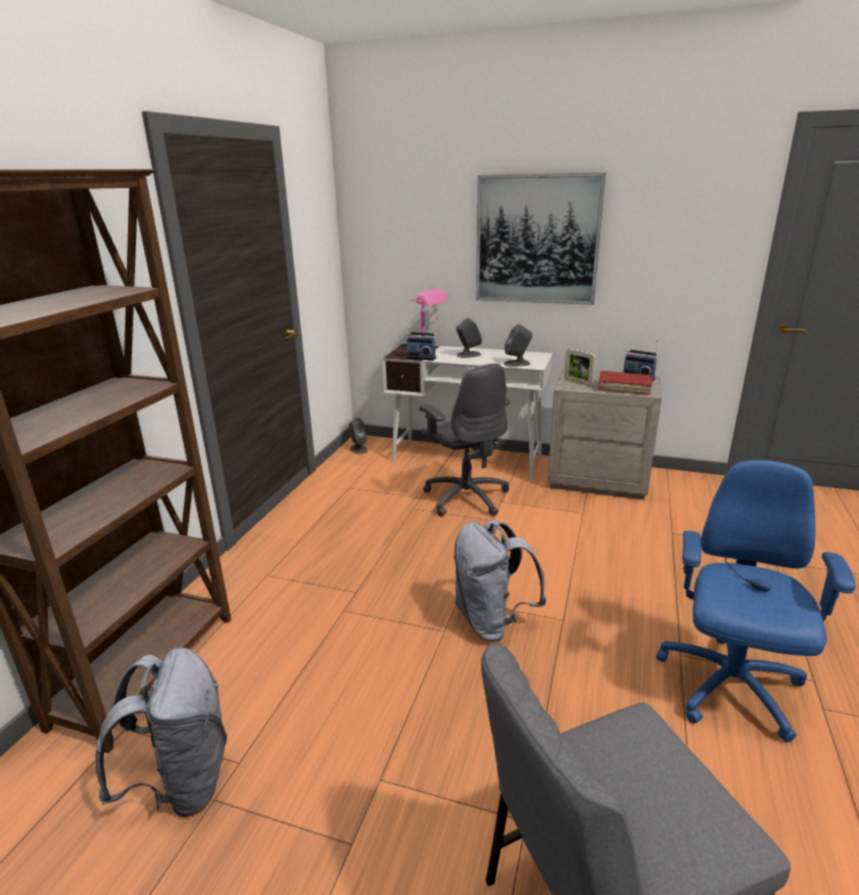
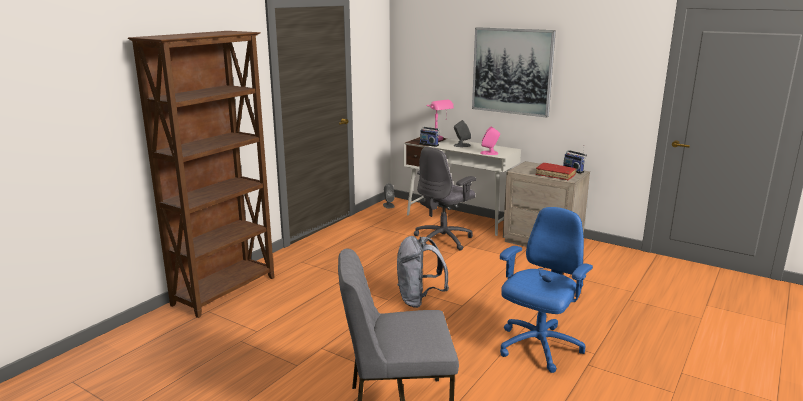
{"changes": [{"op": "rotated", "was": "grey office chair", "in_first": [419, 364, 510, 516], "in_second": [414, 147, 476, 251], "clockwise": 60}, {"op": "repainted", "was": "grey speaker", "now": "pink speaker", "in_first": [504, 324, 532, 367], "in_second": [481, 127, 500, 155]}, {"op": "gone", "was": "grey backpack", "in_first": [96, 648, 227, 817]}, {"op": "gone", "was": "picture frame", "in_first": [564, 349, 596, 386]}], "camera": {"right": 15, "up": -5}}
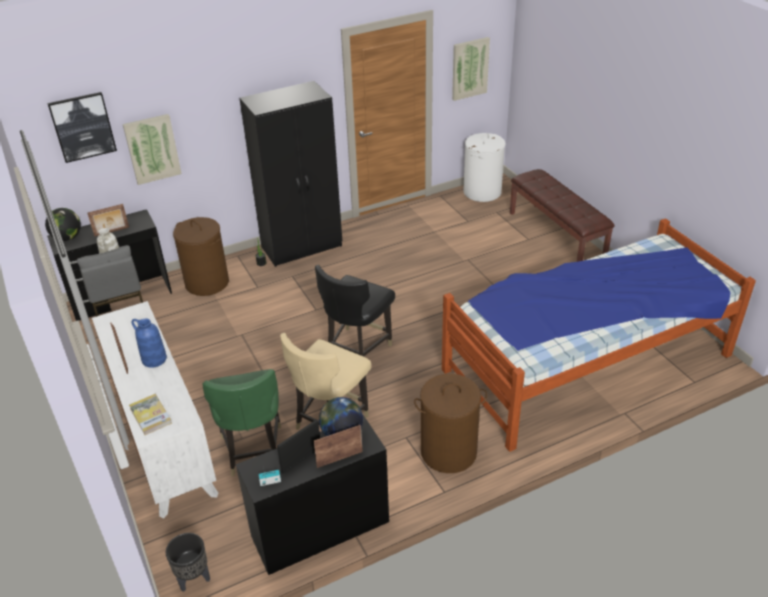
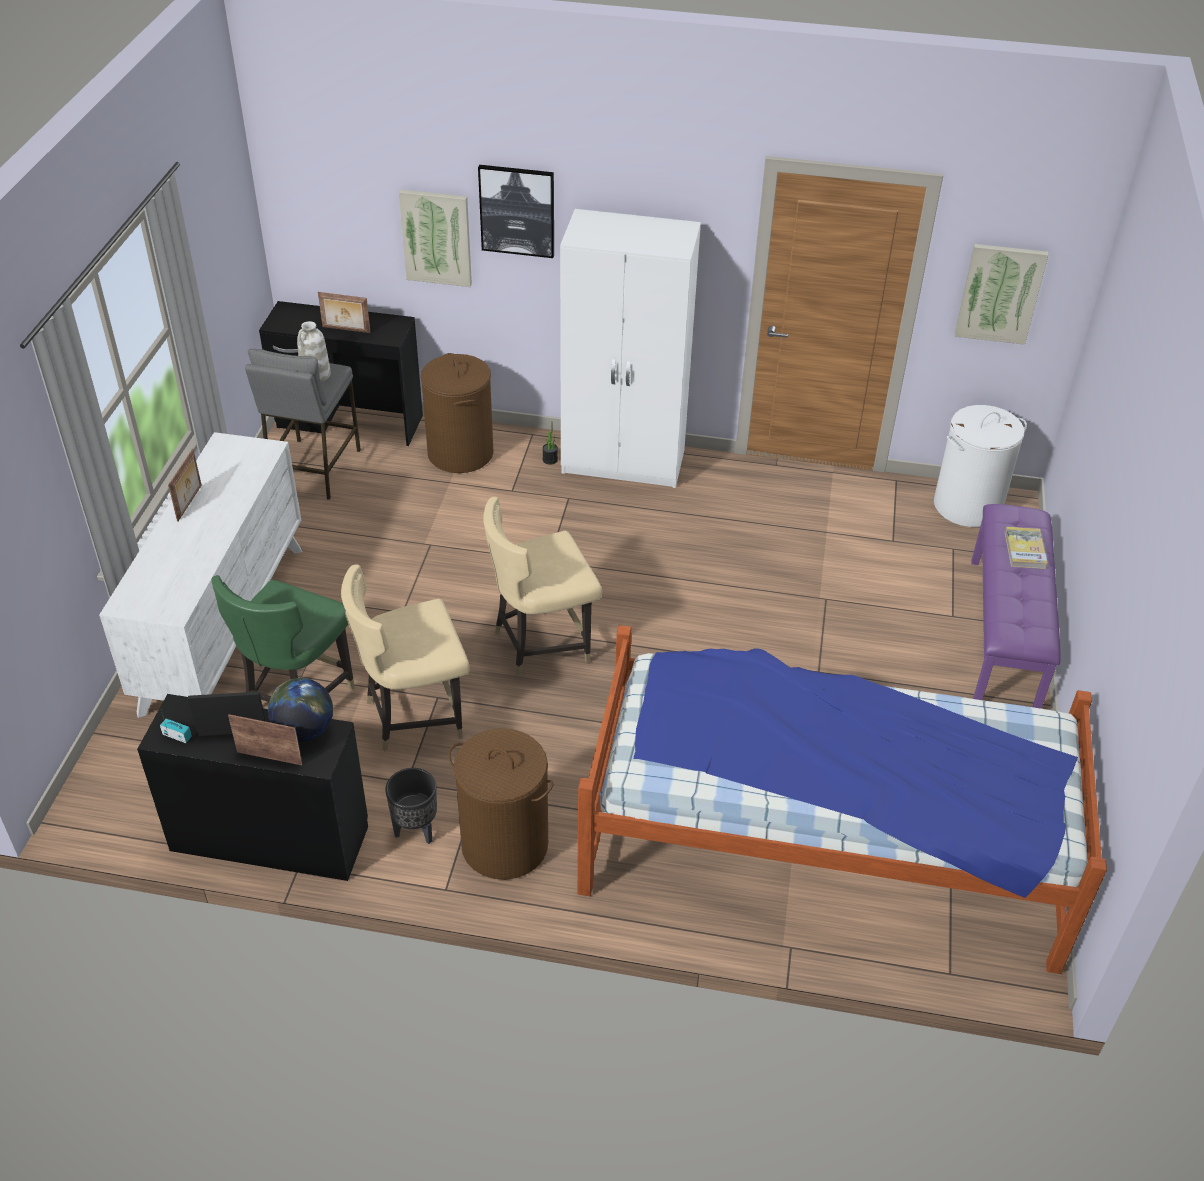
{"changes": [{"op": "shifted", "was": "black planter", "in_first": [166, 533, 210, 592], "in_second": [385, 768, 437, 844]}, {"op": "shifted", "was": "picture", "in_first": [47, 92, 117, 163], "in_second": [478, 165, 554, 258]}, {"op": "repainted", "was": "black chair", "now": "beige chair", "in_first": [315, 265, 395, 357], "in_second": [483, 497, 602, 677]}, {"op": "repainted", "was": "black wardrobe", "now": "white wardrobe", "in_first": [239, 81, 342, 267], "in_second": [560, 209, 701, 488]}, {"op": "repainted", "was": "brown bench", "now": "purple bench", "in_first": [510, 169, 614, 262], "in_second": [971, 504, 1060, 709]}, {"op": "shifted", "was": "book", "in_first": [129, 394, 172, 435], "in_second": [1005, 527, 1048, 569]}, {"op": "gone", "was": "globe", "in_first": [45, 208, 81, 241]}, {"op": "gone", "was": "blue vase", "in_first": [132, 319, 167, 368]}], "camera": {"right": 35, "up": 5}}
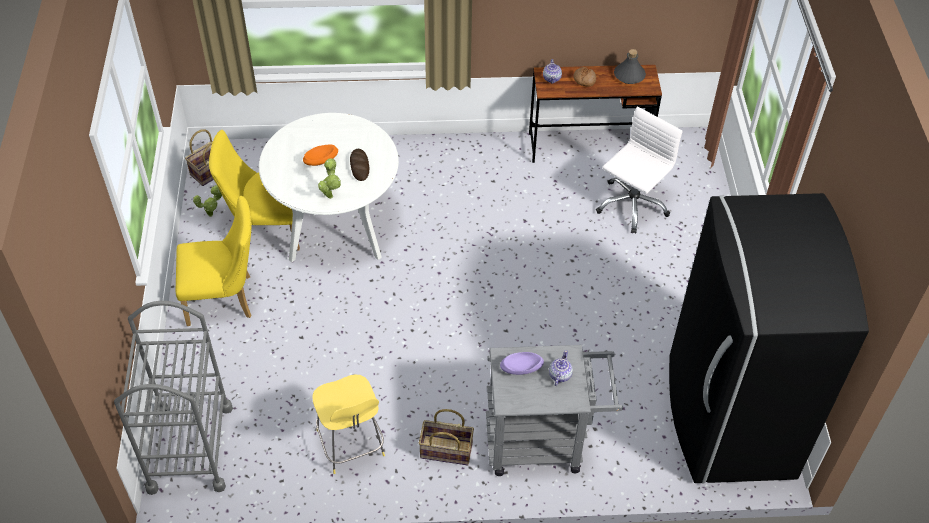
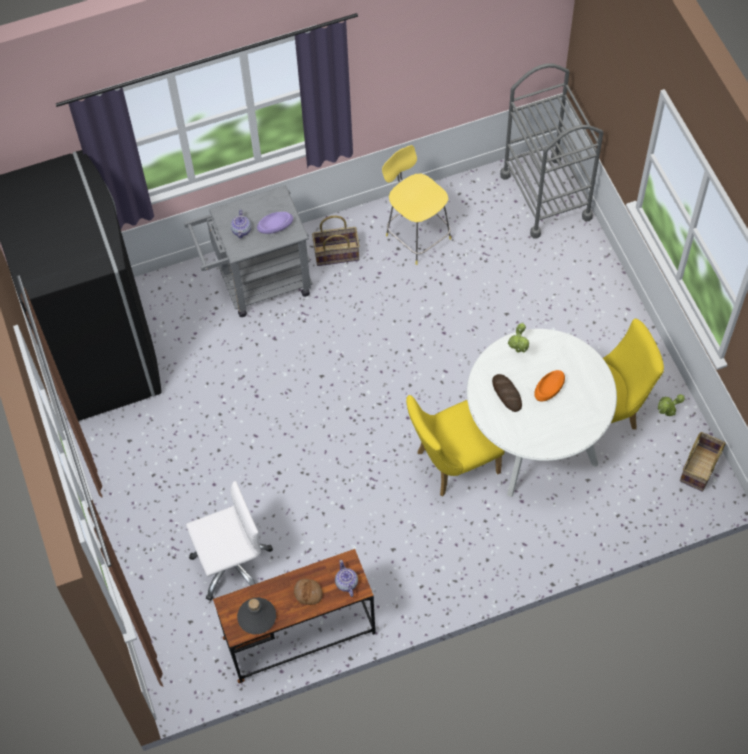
{"changes": [{"op": "rotated", "was": "white office chair", "in_first": [596, 107, 683, 233], "in_second": [186, 481, 273, 601], "clockwise": -135}, {"op": "shifted", "was": "yellow chair", "in_first": [176, 196, 251, 326], "in_second": [406, 395, 505, 497]}], "camera": {"right": 165, "up": 10}}
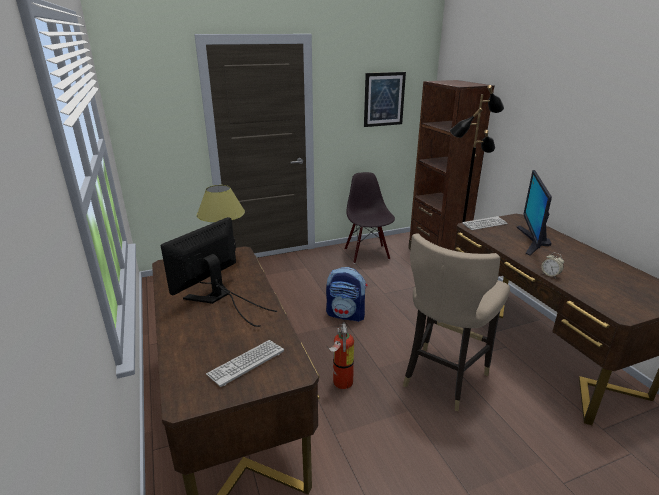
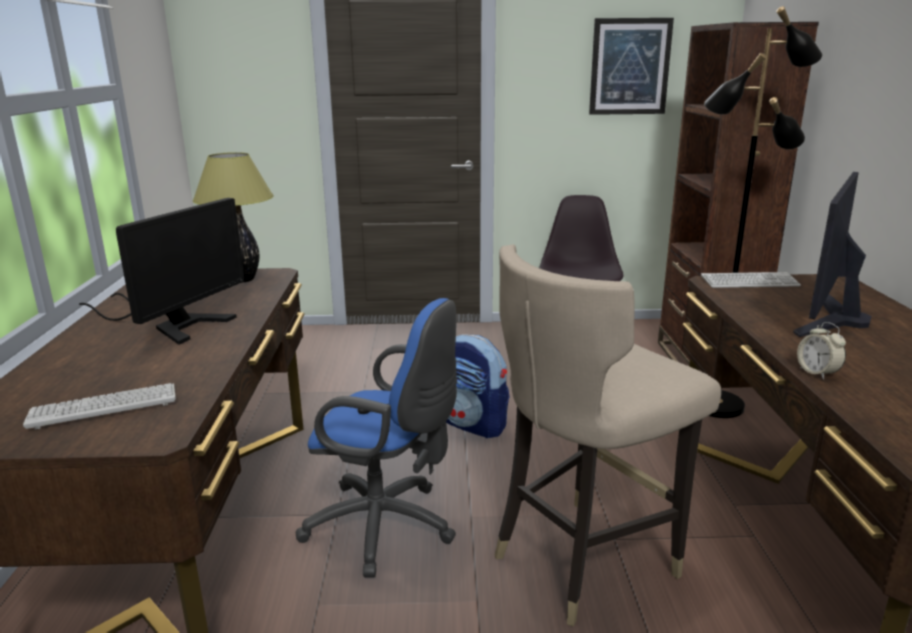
{"changes": [{"op": "rotated", "was": "monitor", "in_first": [161, 217, 277, 327], "in_second": [79, 198, 245, 345], "clockwise": 150}, {"op": "swapped", "was": "fire extinguisher", "now": "blue office chair", "in_first": [326, 322, 354, 389], "in_second": [296, 298, 457, 578]}], "camera": {"right": 20, "up": -5}}
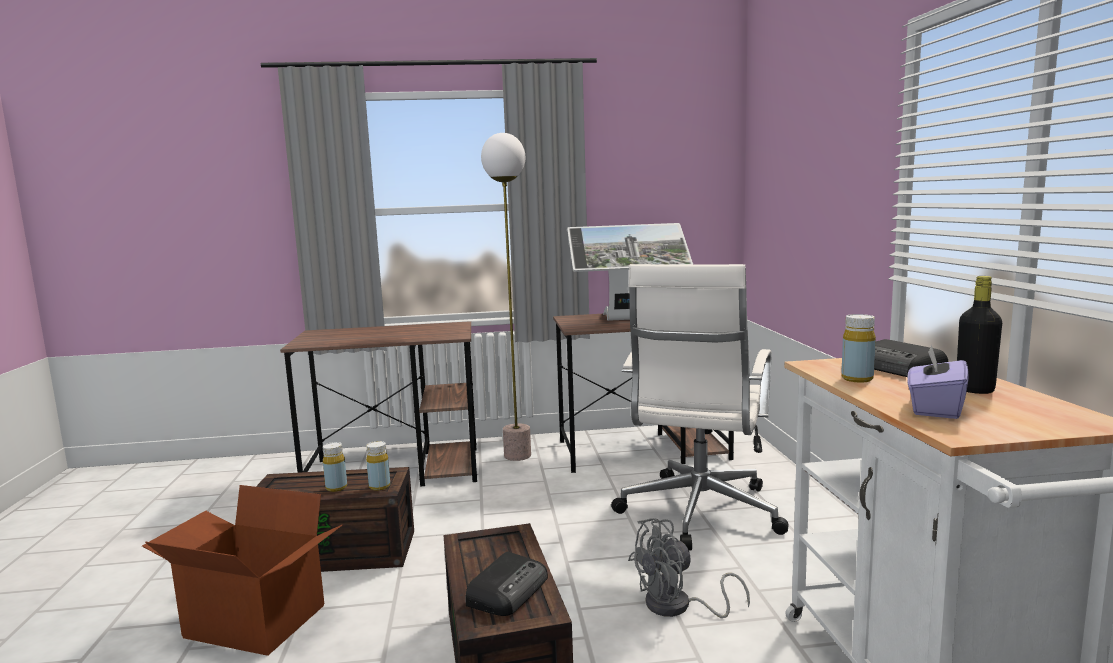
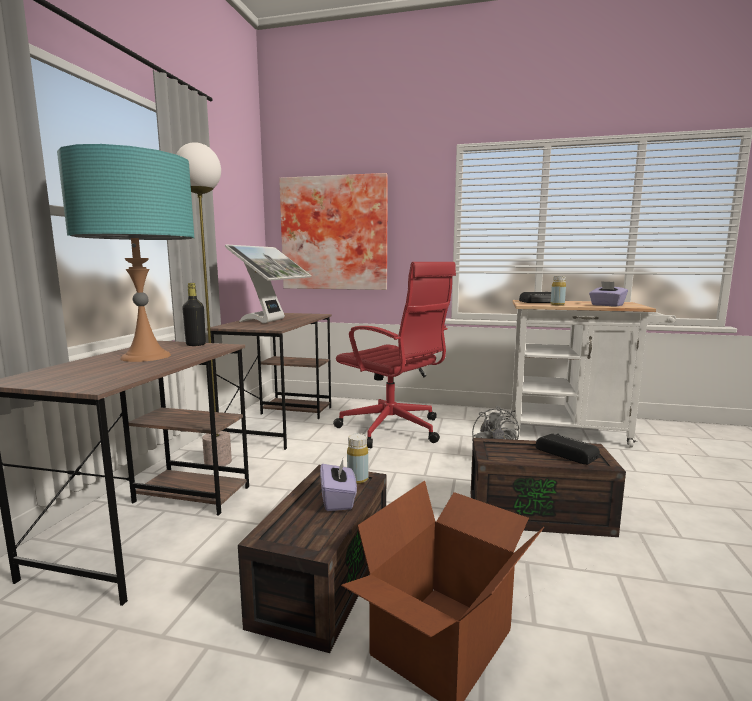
{"changes": [{"op": "new", "now": "turquoise table lamp", "in_second": [57, 144, 194, 362]}, {"op": "shifted", "was": "black bottle", "in_first": [957, 276, 1002, 394], "in_second": [182, 283, 206, 346]}, {"op": "new", "now": "picture", "in_second": [279, 173, 388, 290]}, {"op": "swapped", "was": "yellow bottle", "now": "purple tissue box", "in_first": [323, 442, 347, 492], "in_second": [320, 459, 357, 511]}, {"op": "repainted", "was": "white office chair", "now": "red office chair", "in_first": [611, 264, 789, 550], "in_second": [333, 262, 456, 448]}], "camera": {"right": -70, "up": 0}}
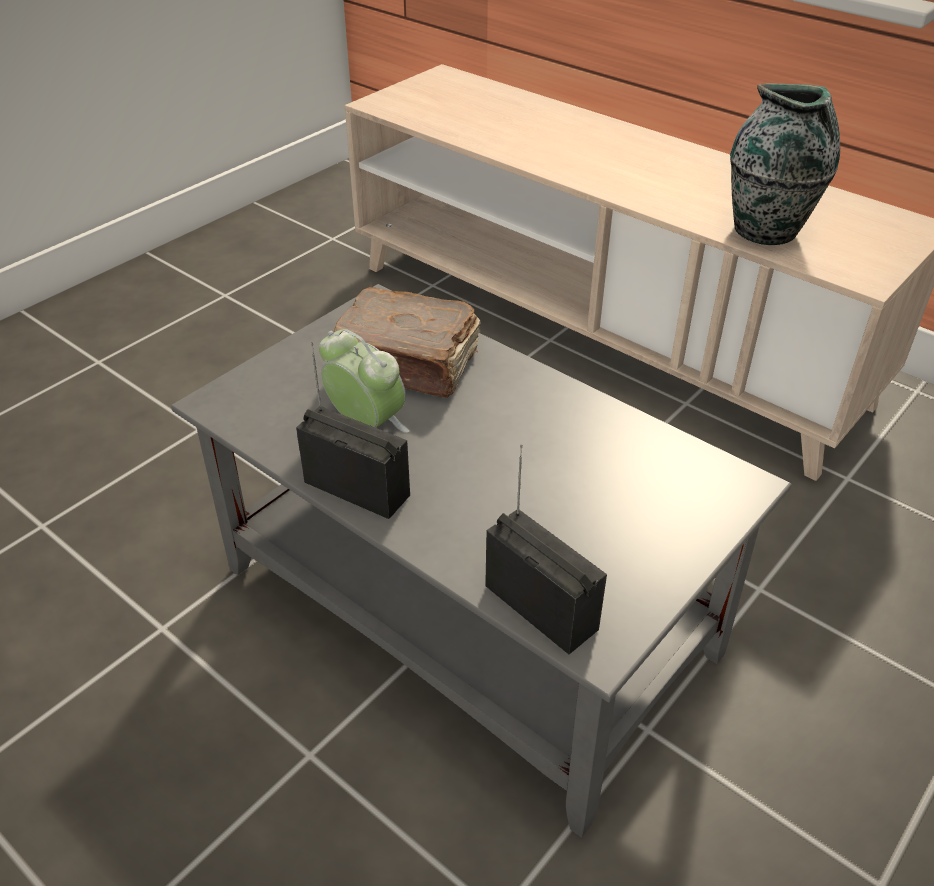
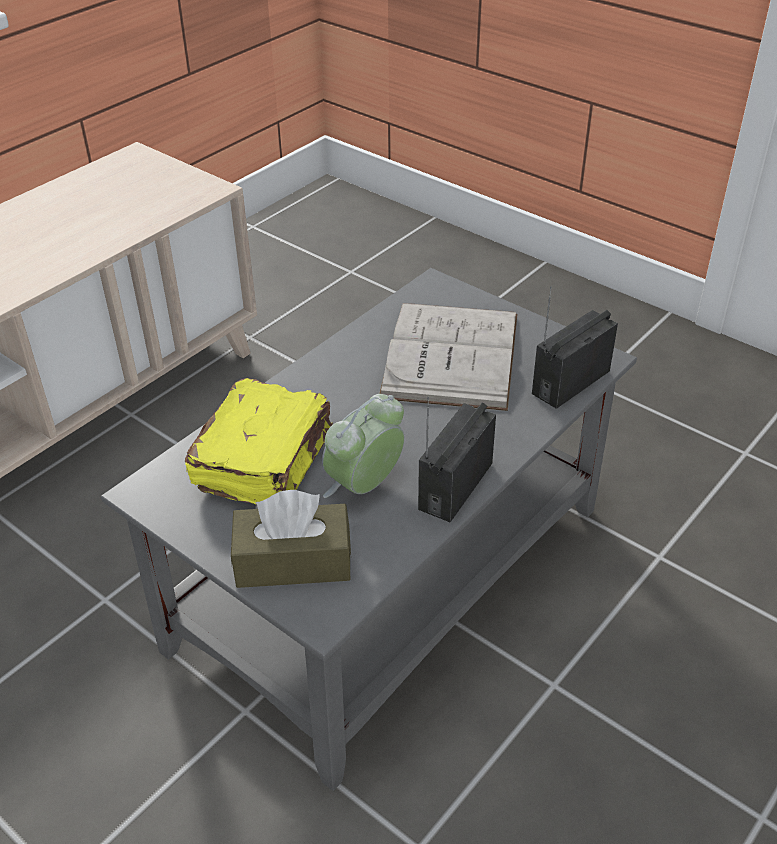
{"changes": [{"op": "repainted", "was": "brown book", "now": "yellow book", "in_first": [333, 287, 480, 398], "in_second": [185, 378, 333, 504]}, {"op": "new", "now": "brown tissue box", "in_second": [231, 490, 351, 588]}, {"op": "new", "now": "white book", "in_second": [379, 303, 517, 411]}, {"op": "gone", "was": "vase", "in_first": [730, 84, 840, 245]}], "camera": {"right": -90, "up": 0}}
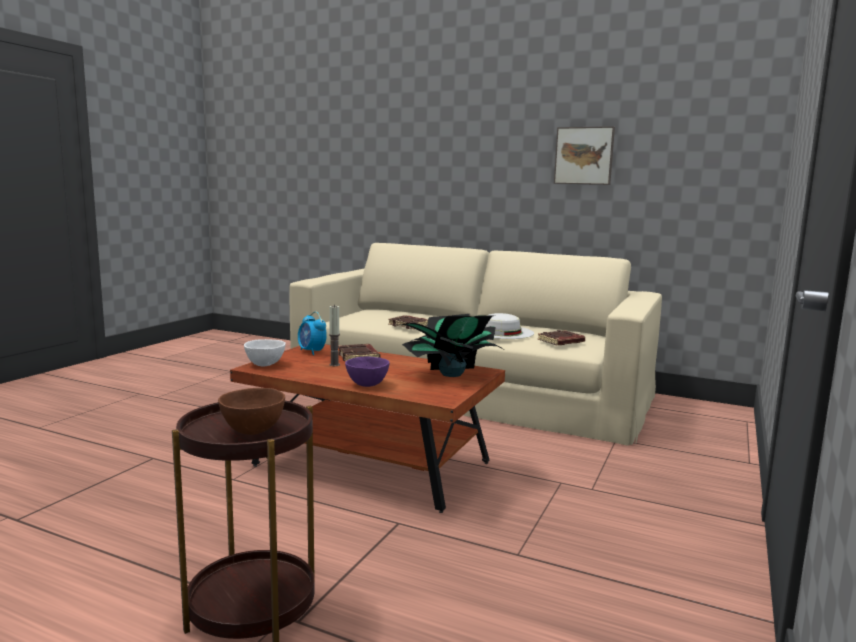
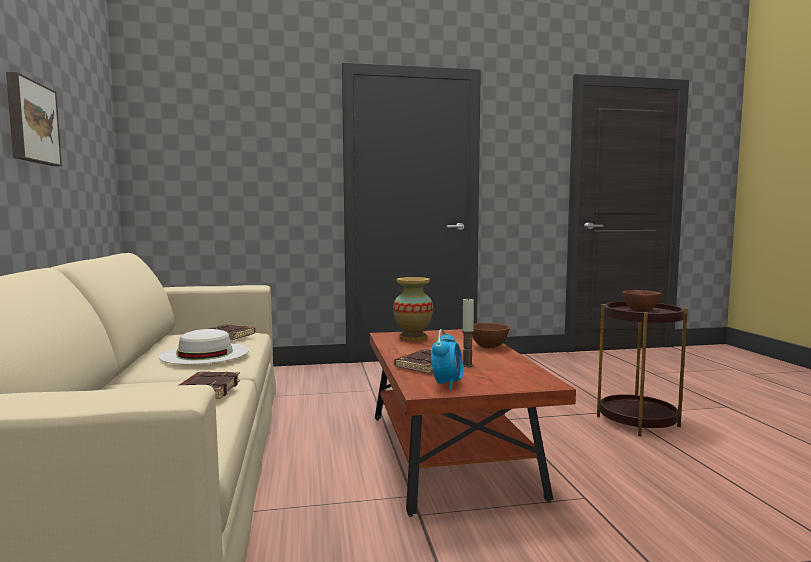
{"changes": [{"op": "swapped", "was": "potted plant", "now": "vase", "in_first": [400, 314, 503, 377], "in_second": [393, 277, 433, 342]}, {"op": "repainted", "was": "purple bowl", "now": "brown bowl", "in_first": [345, 357, 390, 387], "in_second": [472, 323, 510, 348]}, {"op": "gone", "was": "white bowl", "in_first": [244, 339, 286, 366]}], "camera": {"right": -125, "up": -5}}
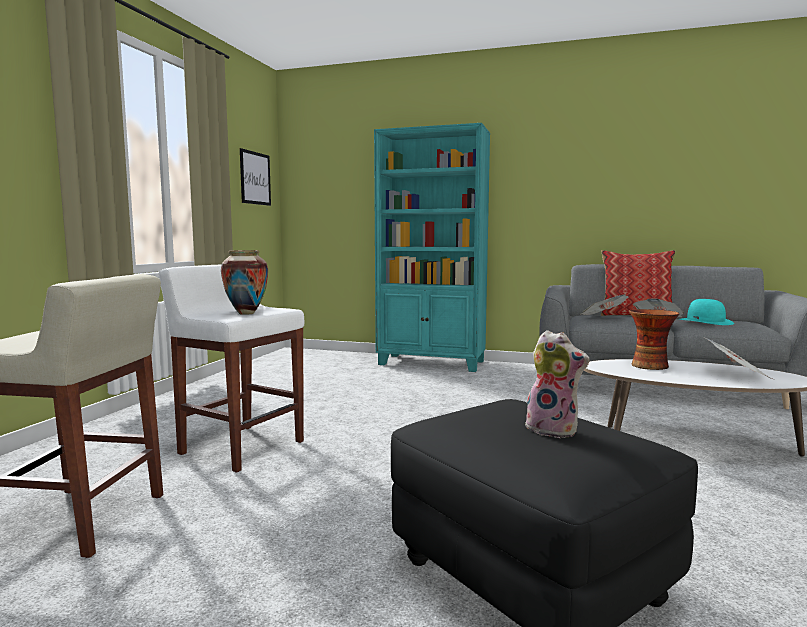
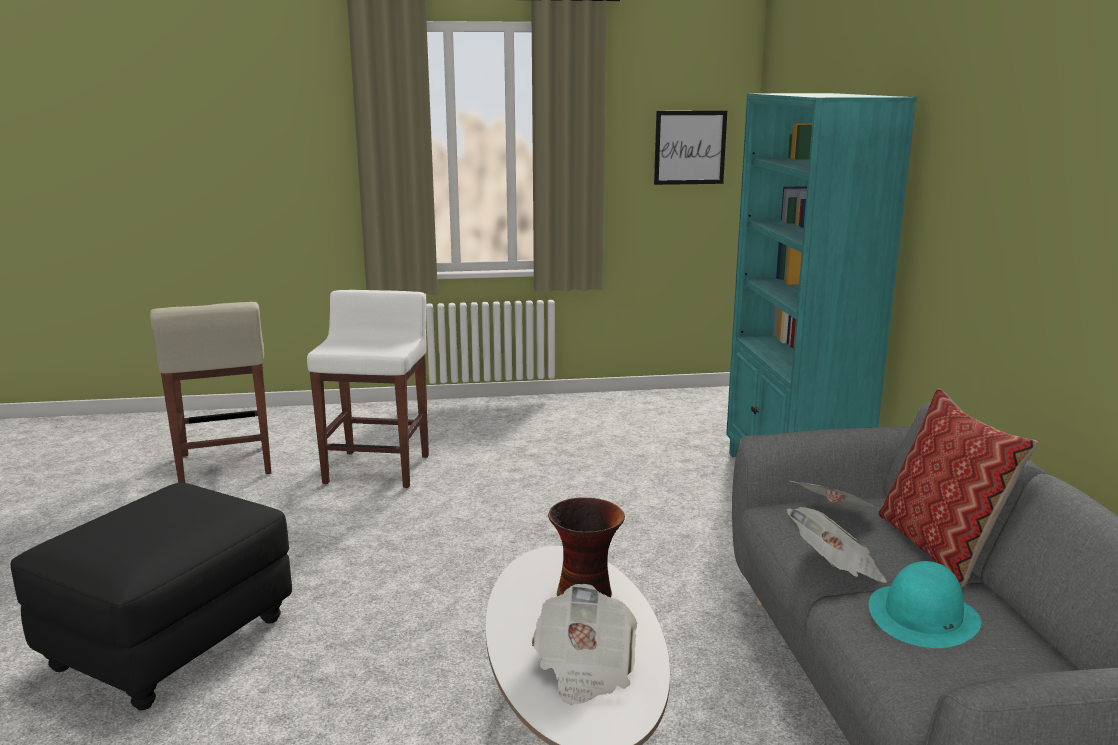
{"changes": [{"op": "gone", "was": "vase", "in_first": [221, 250, 268, 315]}, {"op": "gone", "was": "plush toy", "in_first": [523, 330, 589, 438]}], "camera": {"right": 65, "up": 10}}
